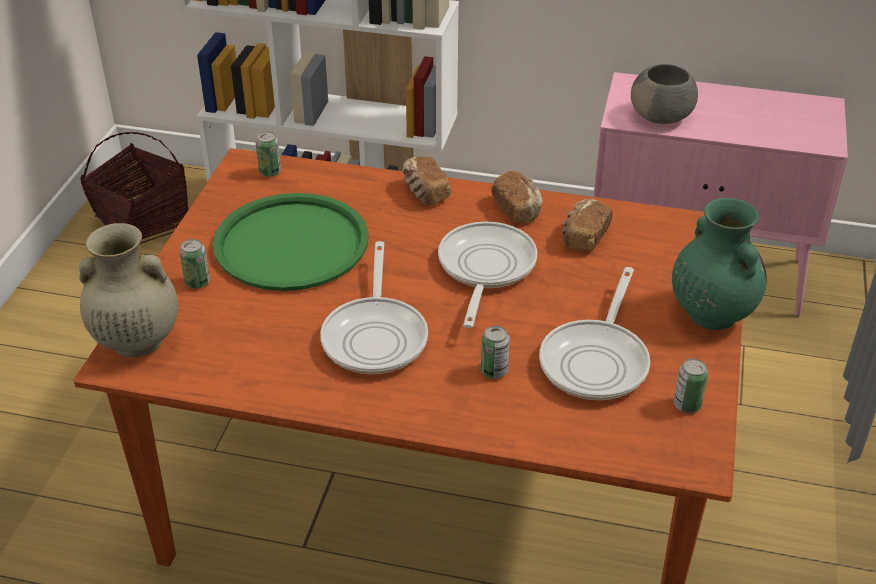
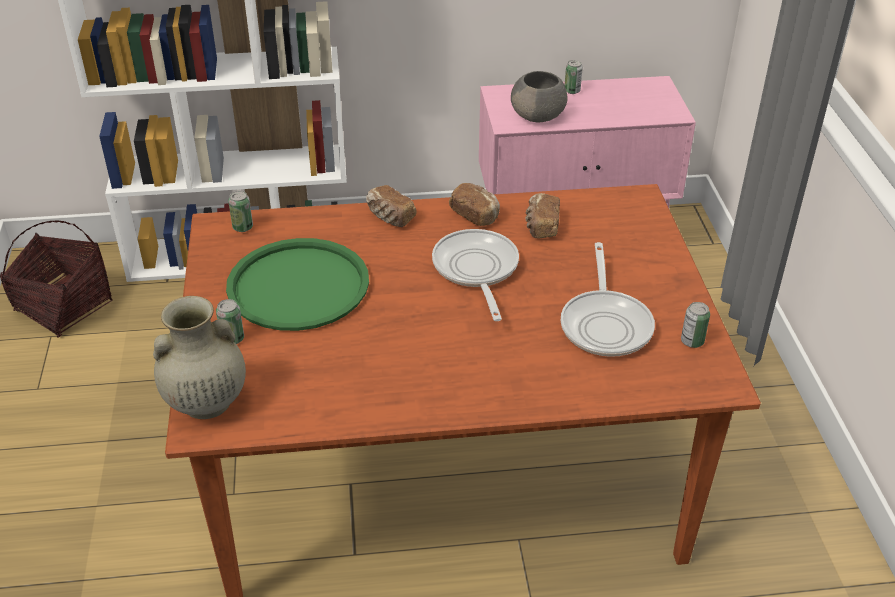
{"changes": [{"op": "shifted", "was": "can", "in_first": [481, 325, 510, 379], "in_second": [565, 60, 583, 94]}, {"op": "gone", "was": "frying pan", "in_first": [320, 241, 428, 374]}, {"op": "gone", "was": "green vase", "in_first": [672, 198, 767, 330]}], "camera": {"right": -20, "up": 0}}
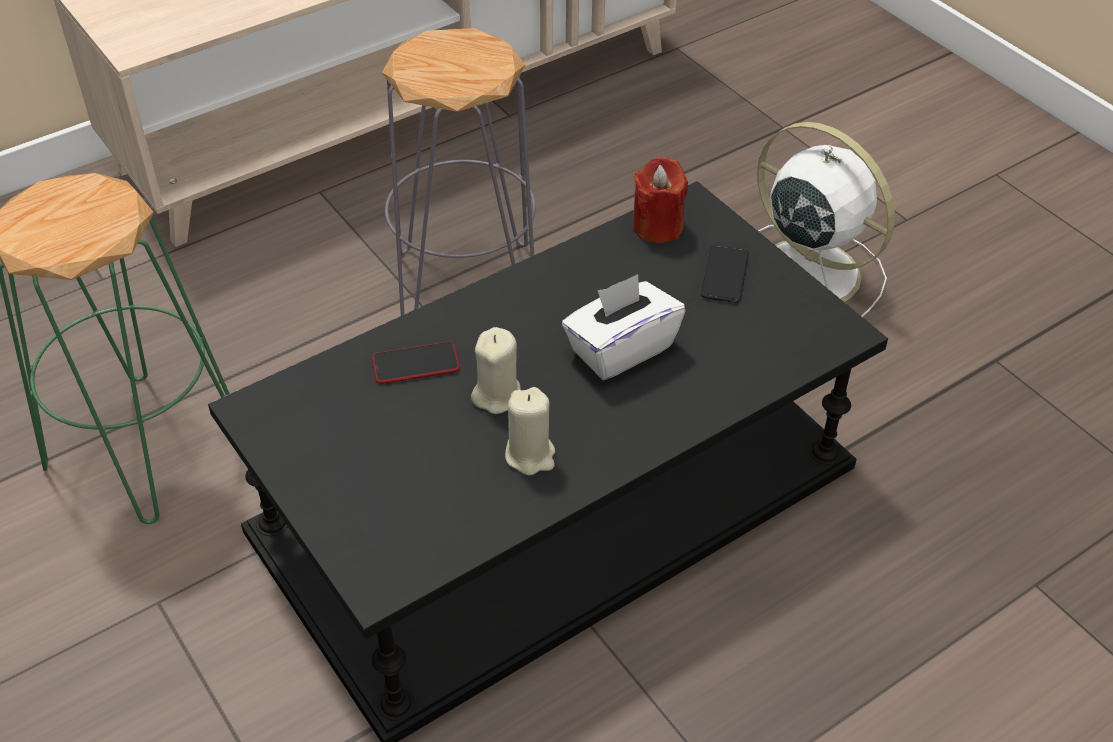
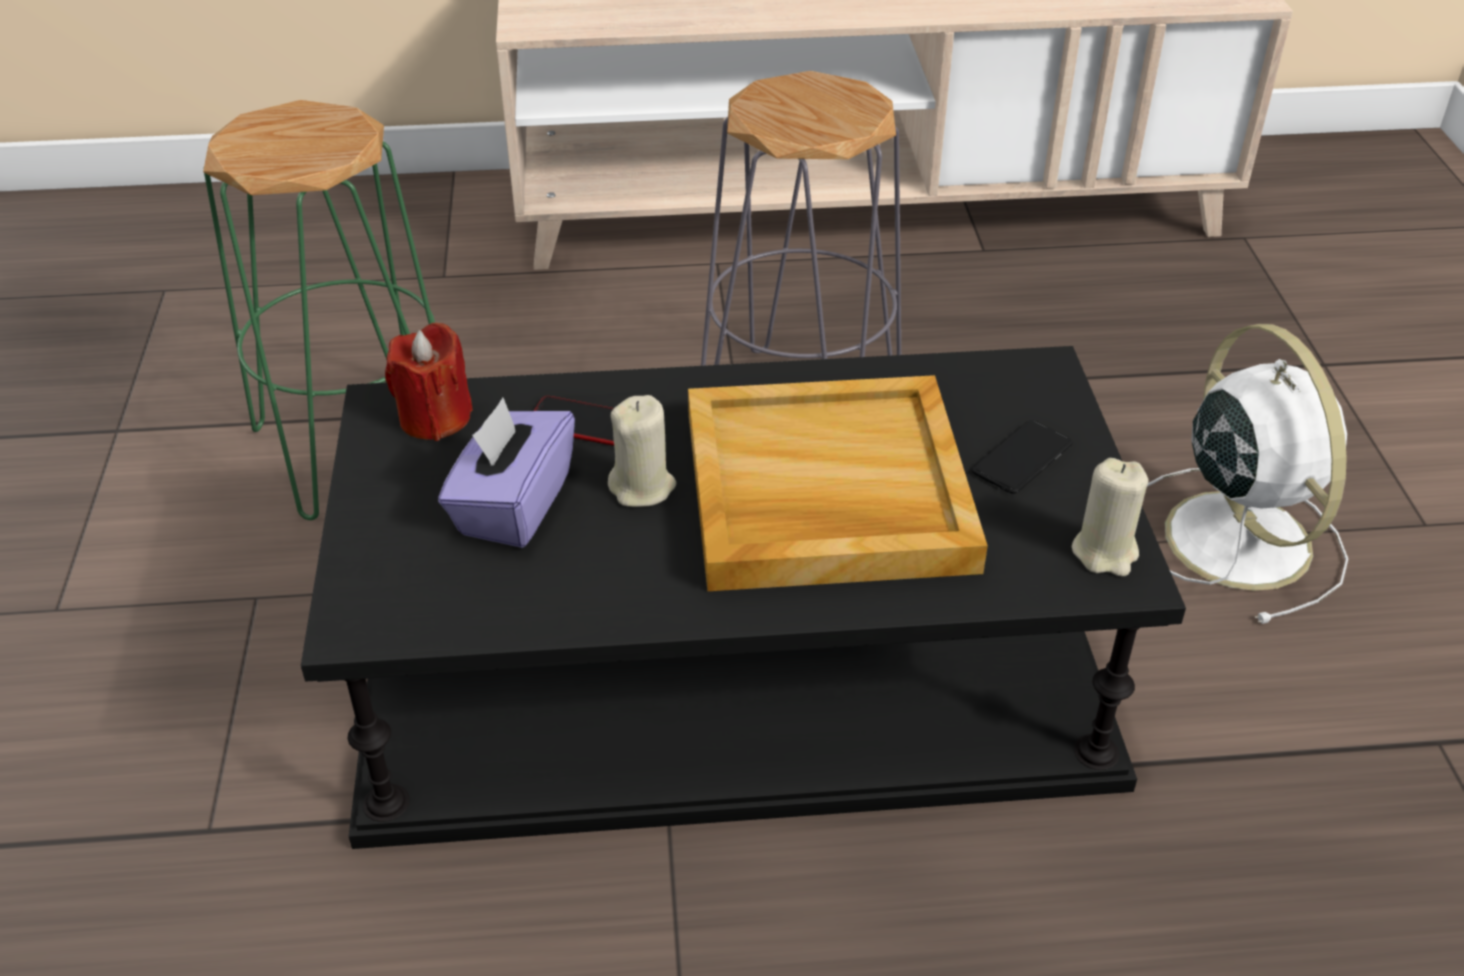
{"changes": [{"op": "shifted", "was": "red candle", "in_first": [633, 157, 688, 243], "in_second": [385, 323, 473, 441]}, {"op": "new", "now": "purple tissue box", "in_second": [438, 398, 575, 548]}, {"op": "swapped", "was": "white tissue box", "now": "beige tray", "in_first": [562, 274, 685, 380], "in_second": [688, 375, 988, 591]}, {"op": "shifted", "was": "beige candle", "in_first": [505, 387, 555, 475], "in_second": [1072, 458, 1148, 576]}], "camera": {"right": 30, "up": -5}}
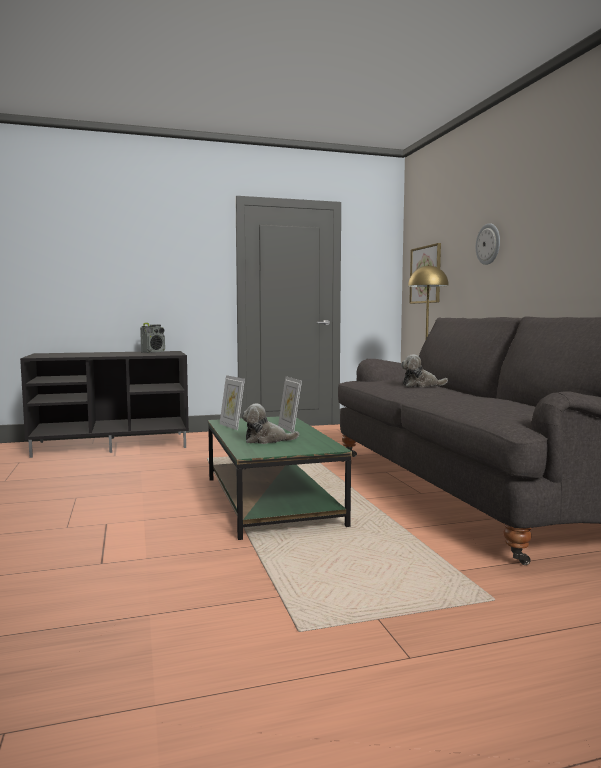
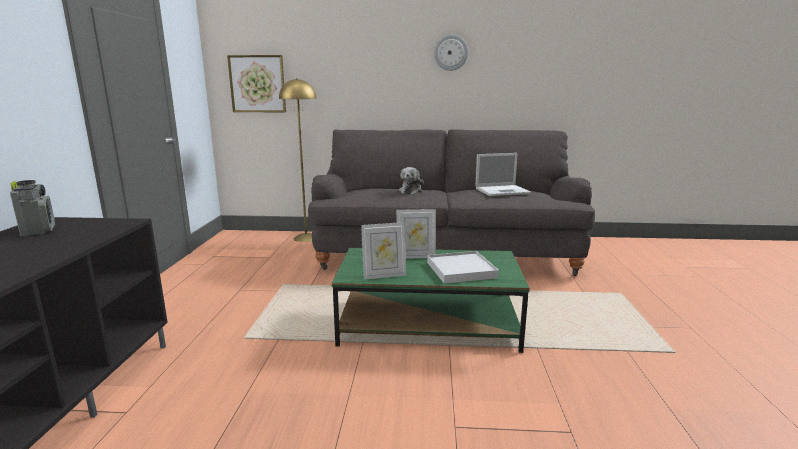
{"changes": [{"op": "swapped", "was": "plush toy", "now": "white tray", "in_first": [242, 403, 299, 444], "in_second": [427, 251, 499, 284]}, {"op": "shifted", "was": "wall clock", "in_first": [476, 223, 500, 265], "in_second": [434, 35, 468, 71]}, {"op": "new", "now": "laptop", "in_second": [475, 153, 531, 196]}], "camera": {"right": -70, "up": 10}}
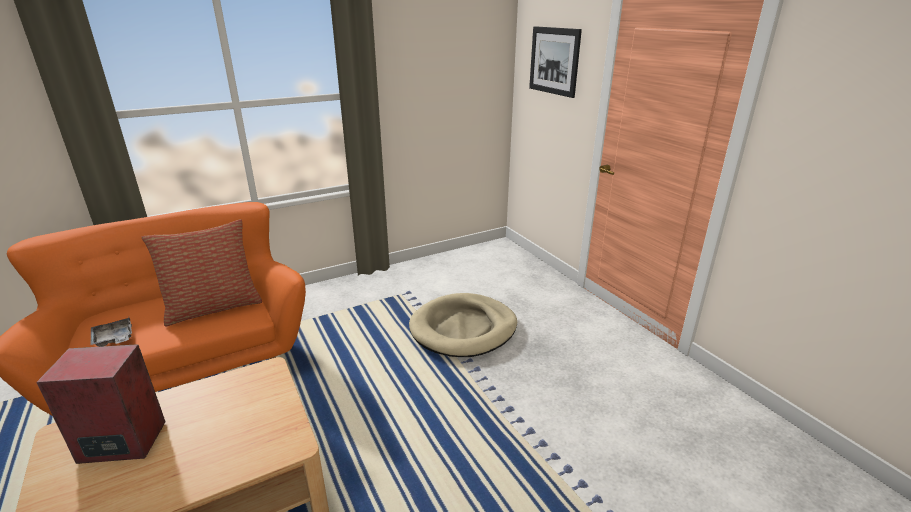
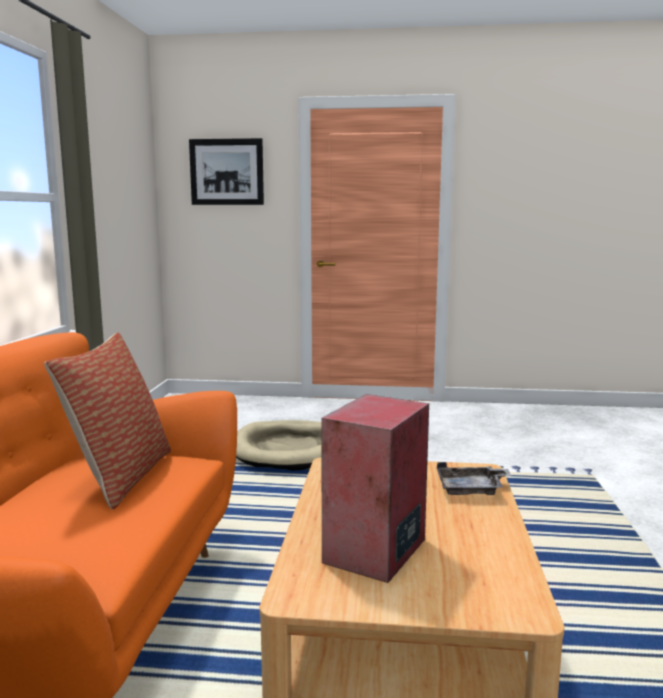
{"changes": [{"op": "shifted", "was": "grey tray", "in_first": [91, 318, 132, 347], "in_second": [437, 462, 512, 495]}], "camera": {"right": -55, "up": -15}}
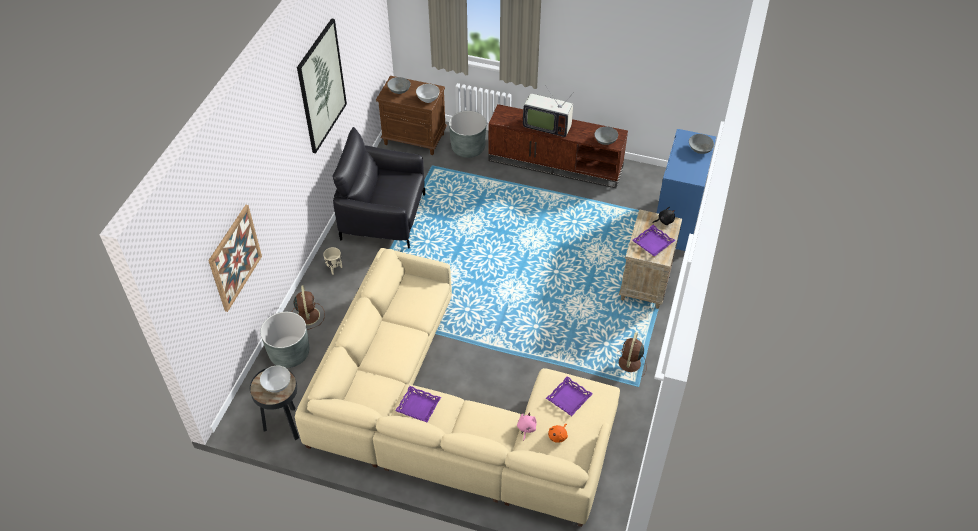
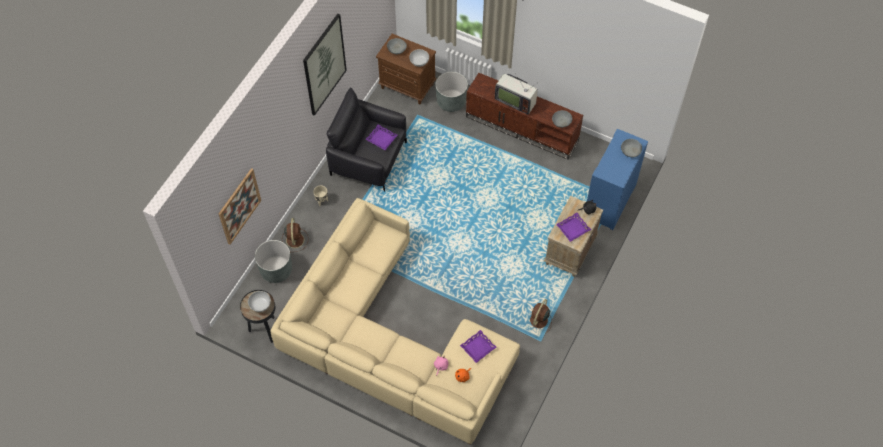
{"changes": [{"op": "shifted", "was": "purple tray", "in_first": [395, 386, 441, 423], "in_second": [365, 124, 398, 150]}], "camera": {"right": 10, "up": 10}}
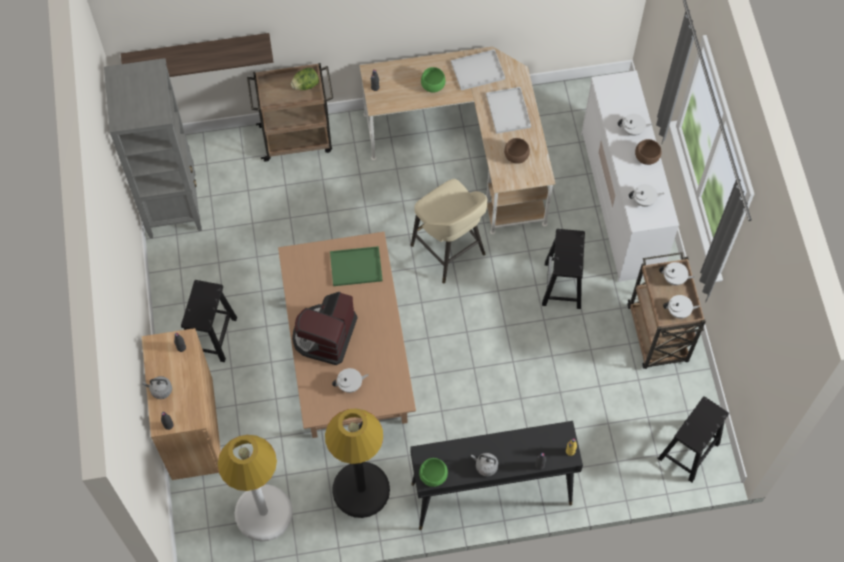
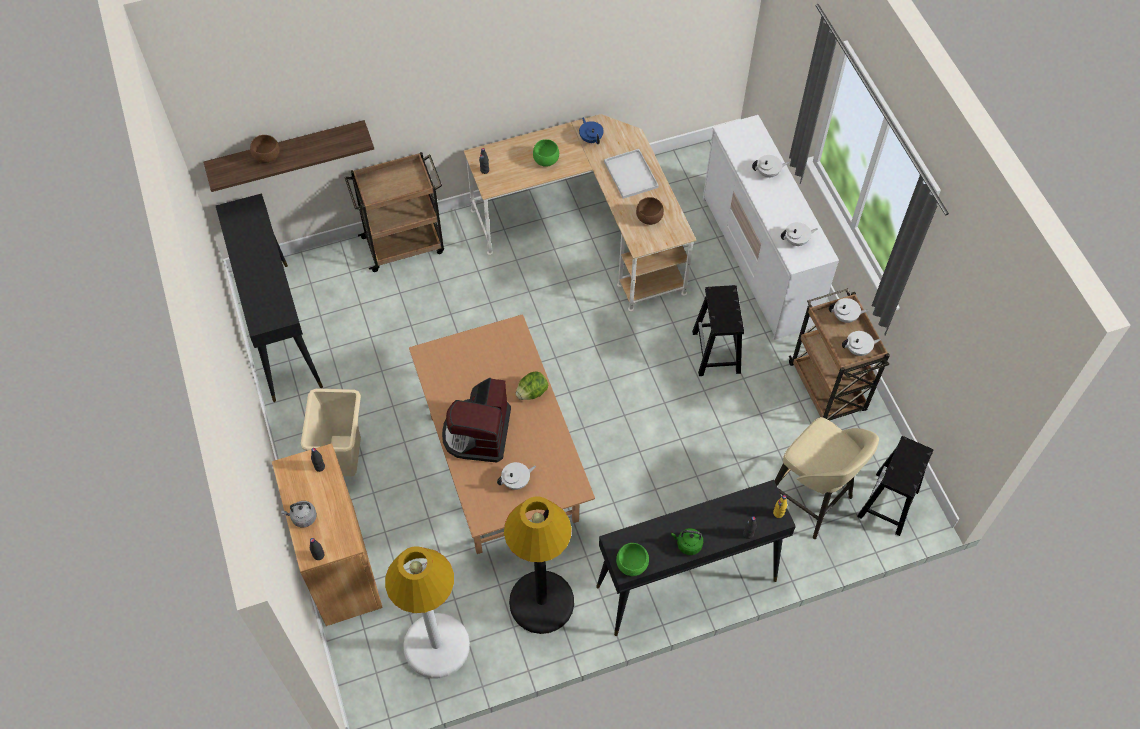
{"changes": [{"op": "swapped", "was": "grey bookcase", "now": "black console table", "in_first": [104, 58, 202, 238], "in_second": [216, 193, 323, 402]}, {"op": "shifted", "was": "brown bowl", "in_first": [635, 139, 662, 165], "in_second": [250, 135, 280, 163]}, {"op": "swapped", "was": "black stool", "now": "beige trash can", "in_first": [181, 280, 237, 362], "in_second": [301, 388, 361, 476]}, {"op": "shifted", "was": "lettuce", "in_first": [291, 68, 319, 90], "in_second": [516, 371, 548, 400]}, {"op": "swapped", "was": "white tray", "now": "blue teapot", "in_first": [451, 49, 505, 90], "in_second": [579, 118, 604, 144]}, {"op": "repainted", "was": "grey kettle", "now": "green kettle", "in_first": [471, 453, 498, 476], "in_second": [671, 528, 703, 555]}, {"op": "shifted", "was": "beige stool", "in_first": [411, 179, 488, 283], "in_second": [774, 417, 879, 539]}, {"op": "gone", "was": "green tray", "in_first": [330, 246, 383, 286]}], "camera": {"right": -10, "up": -5}}
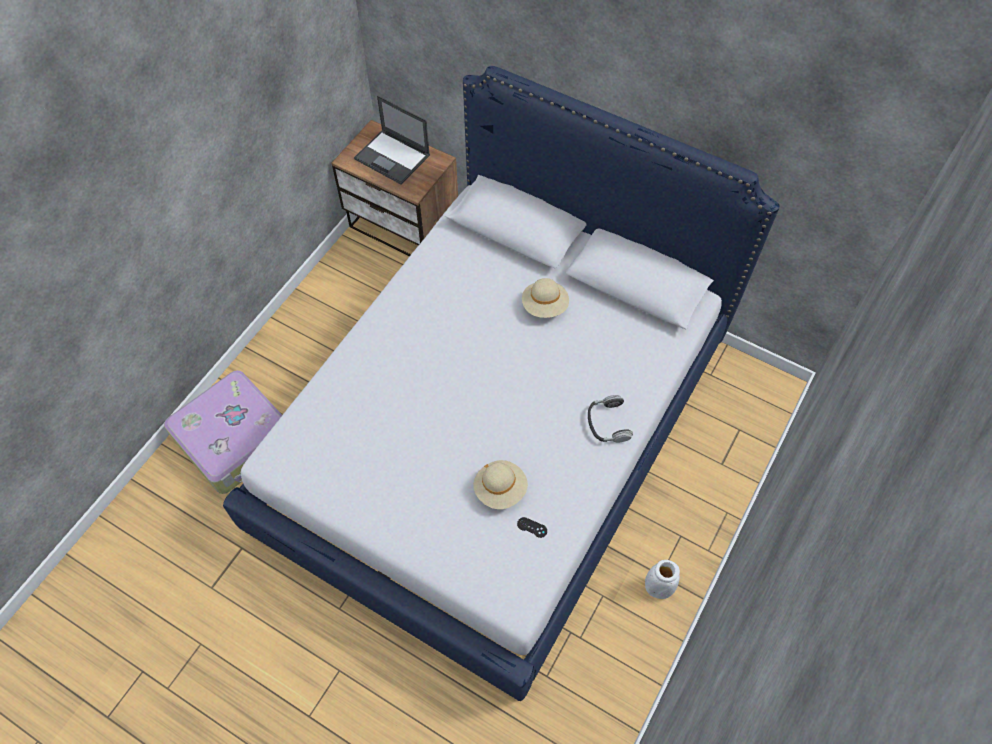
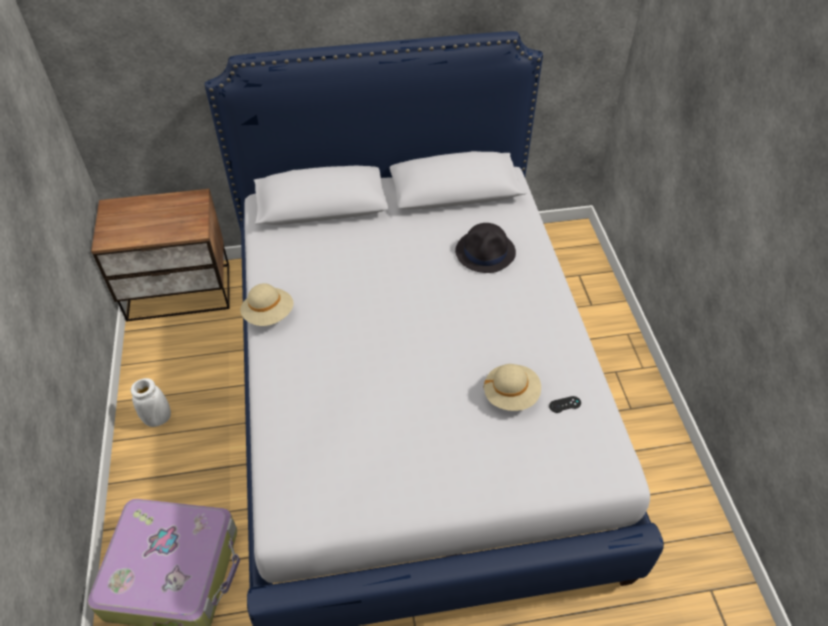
{"changes": [{"op": "shifted", "was": "white vase", "in_first": [645, 560, 680, 599], "in_second": [131, 378, 171, 427]}, {"op": "shifted", "was": "beige hat", "in_first": [522, 278, 569, 318], "in_second": [240, 283, 294, 326]}, {"op": "new", "now": "black hat", "in_second": [455, 223, 516, 273]}, {"op": "gone", "was": "laptop", "in_first": [354, 95, 430, 184]}, {"op": "gone", "was": "headphones", "in_first": [588, 395, 633, 442]}], "camera": {"right": -40, "up": -10}}
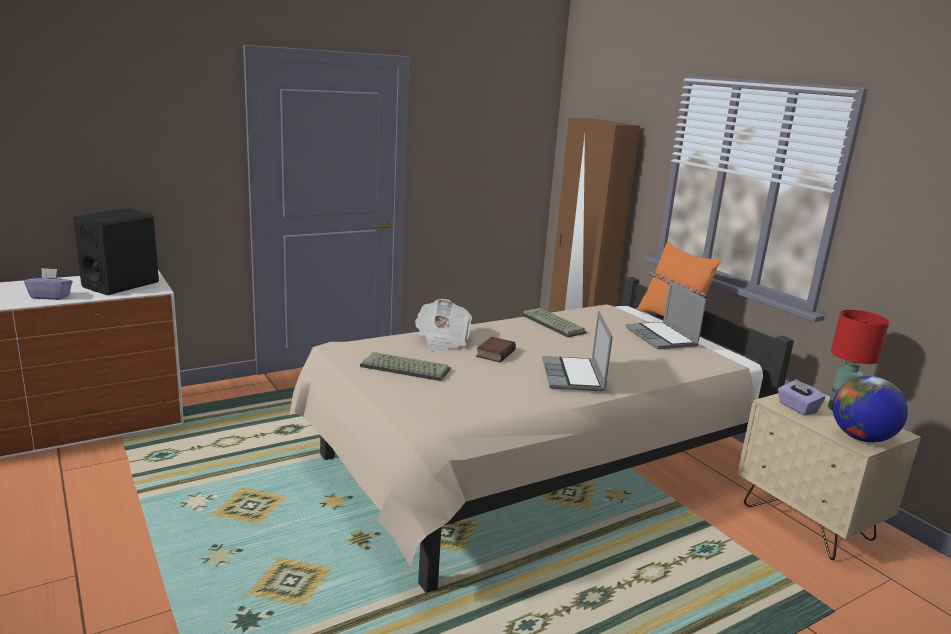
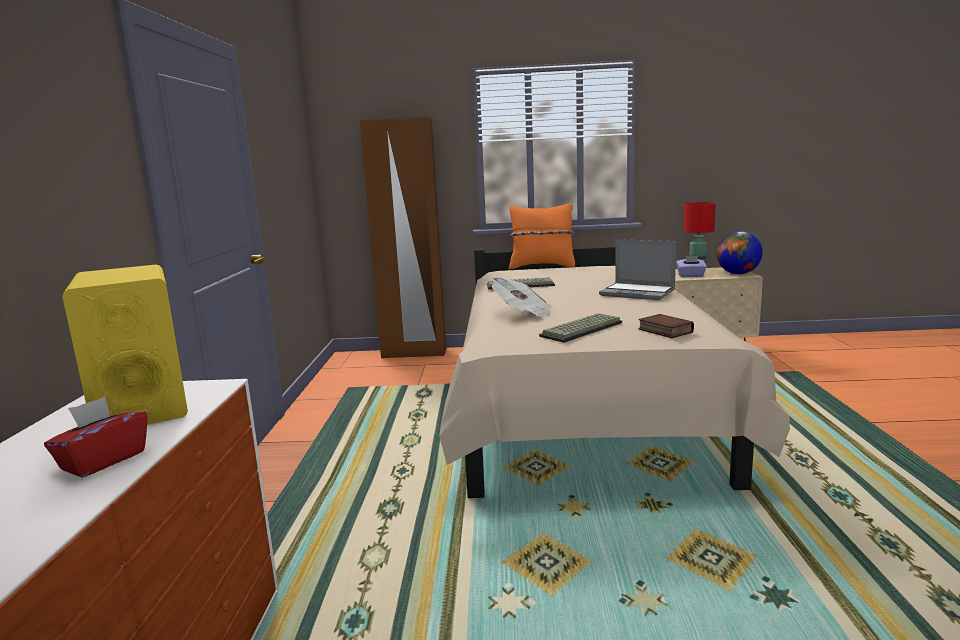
{"changes": [{"op": "repainted", "was": "purple tissue box", "now": "red tissue box", "in_first": [24, 268, 73, 300], "in_second": [44, 396, 148, 478]}, {"op": "repainted", "was": "black speaker", "now": "yellow speaker", "in_first": [73, 208, 159, 295], "in_second": [62, 265, 188, 425]}, {"op": "shifted", "was": "book", "in_first": [476, 337, 516, 363], "in_second": [639, 314, 694, 338]}, {"op": "gone", "was": "laptop", "in_first": [626, 281, 706, 349]}], "camera": {"right": -55, "up": -5}}
